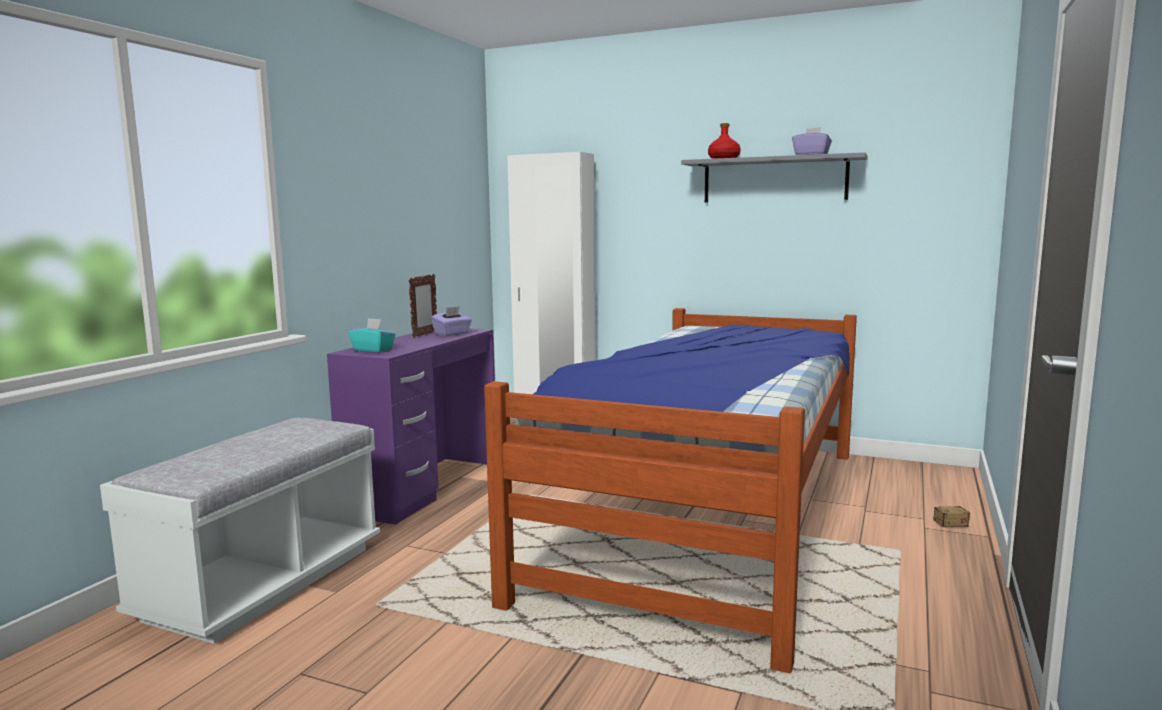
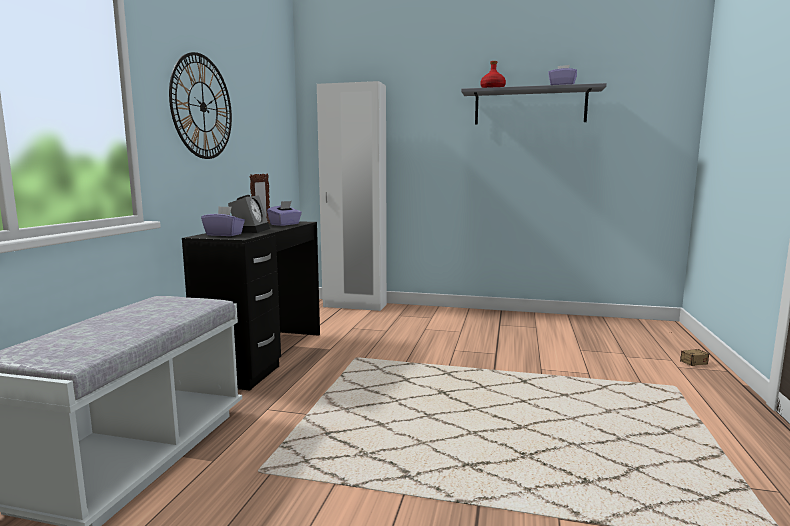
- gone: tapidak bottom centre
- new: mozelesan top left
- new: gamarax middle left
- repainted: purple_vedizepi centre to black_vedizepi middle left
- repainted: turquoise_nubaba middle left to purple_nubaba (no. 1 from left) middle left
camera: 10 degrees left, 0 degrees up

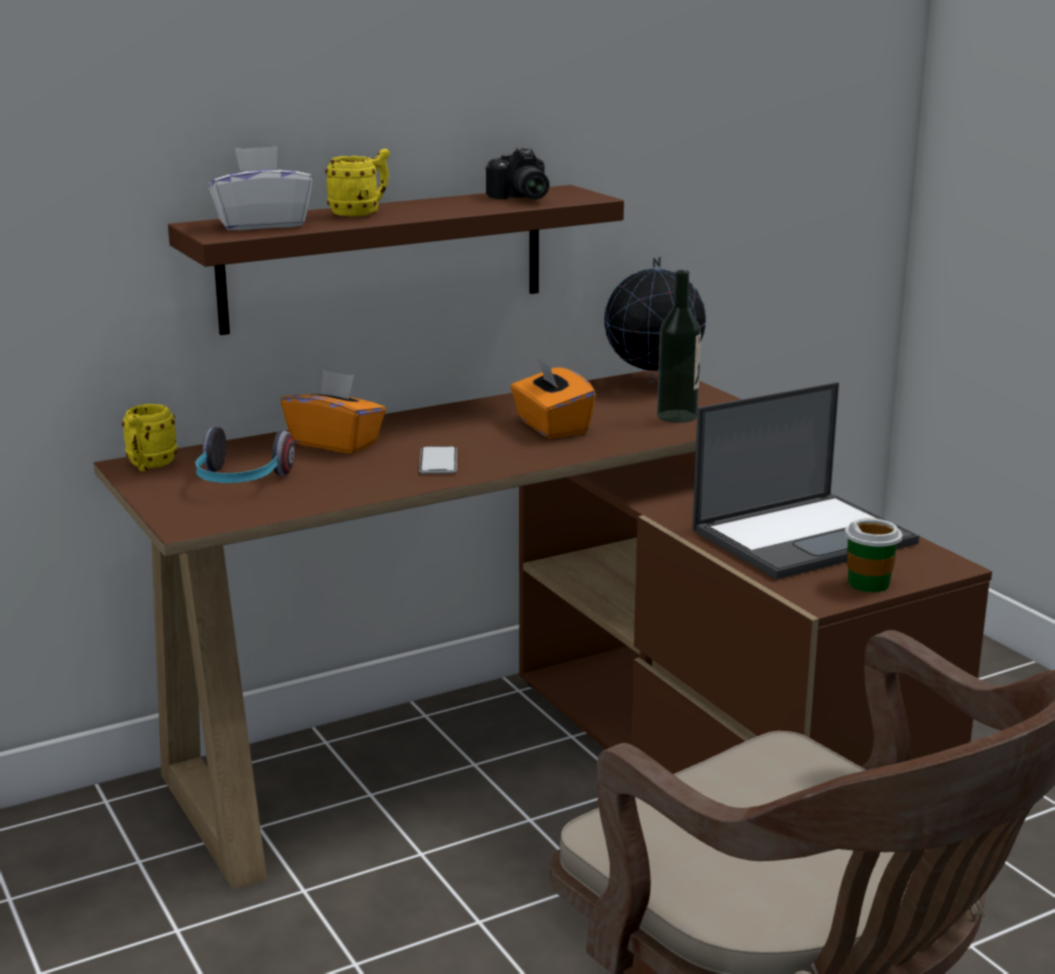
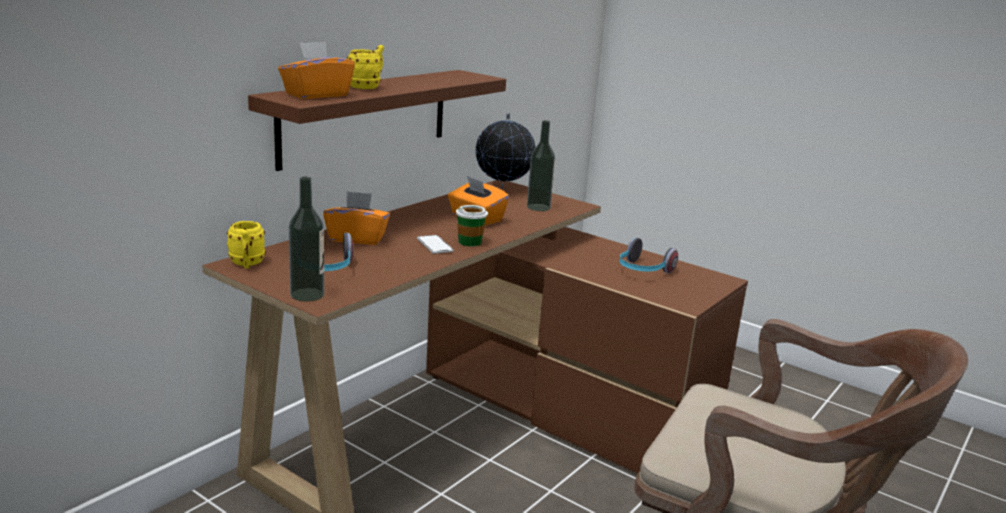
- gone: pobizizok top centre
- new: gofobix (no. 1 from left) middle left
- shifted: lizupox middle right to centre
- swapped: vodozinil middle right to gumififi (no. 2 from left) centre
- repainted: white_nubaba top left to orange_nubaba (no. 1 from left) top left
camera: 25 degrees left, 0 degrees up

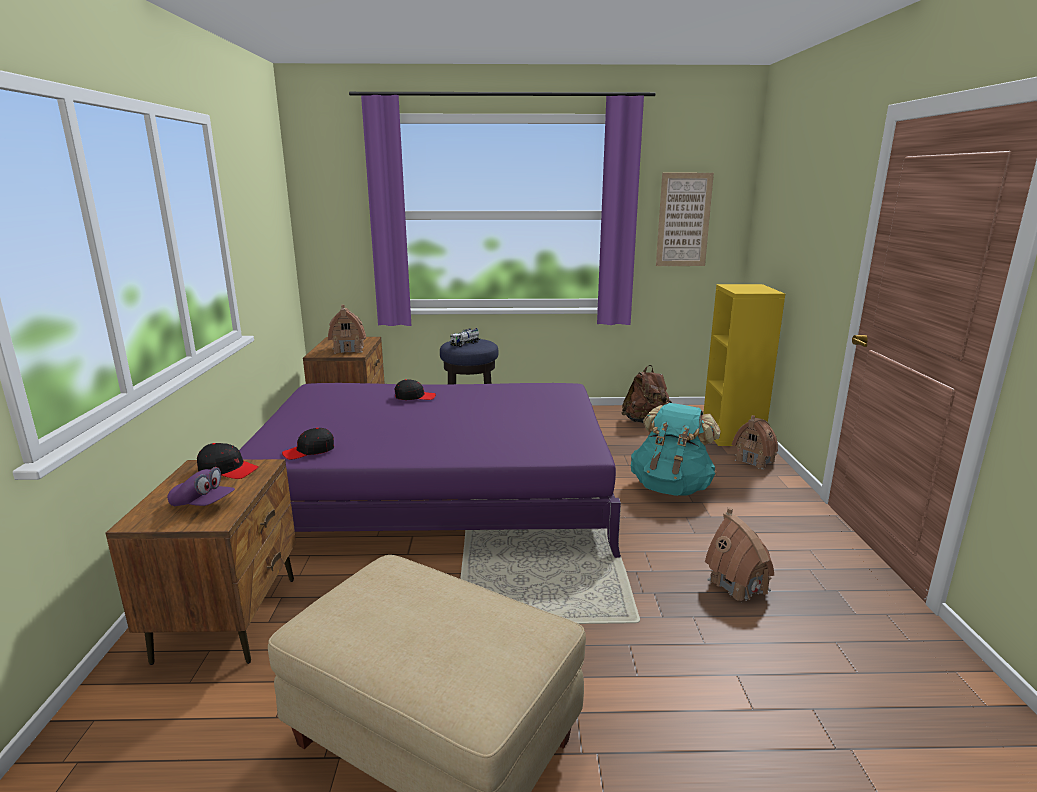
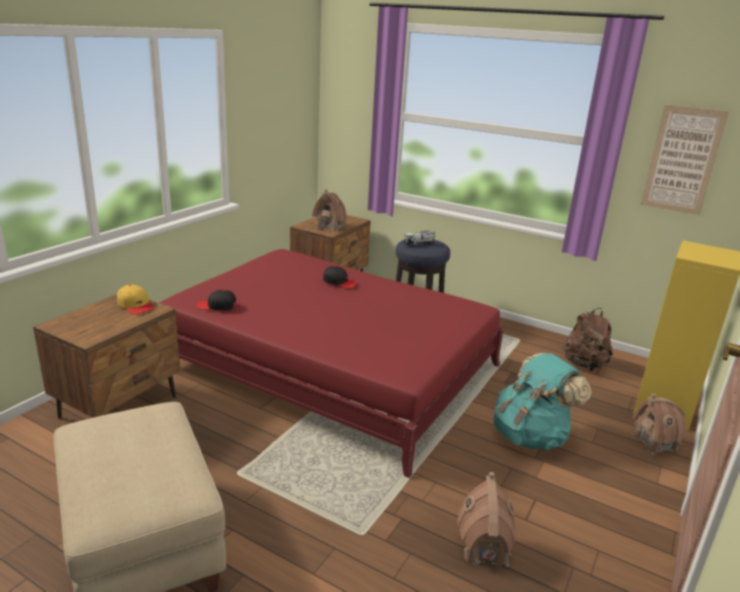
- gone: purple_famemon middle left
- repainted: black_famemon (no. 1 from left) middle left to yellow_famemon middle left
- repainted: purple_tapidak centre to red_tapidak centre
camera: 30 degrees right, 5 degrees up

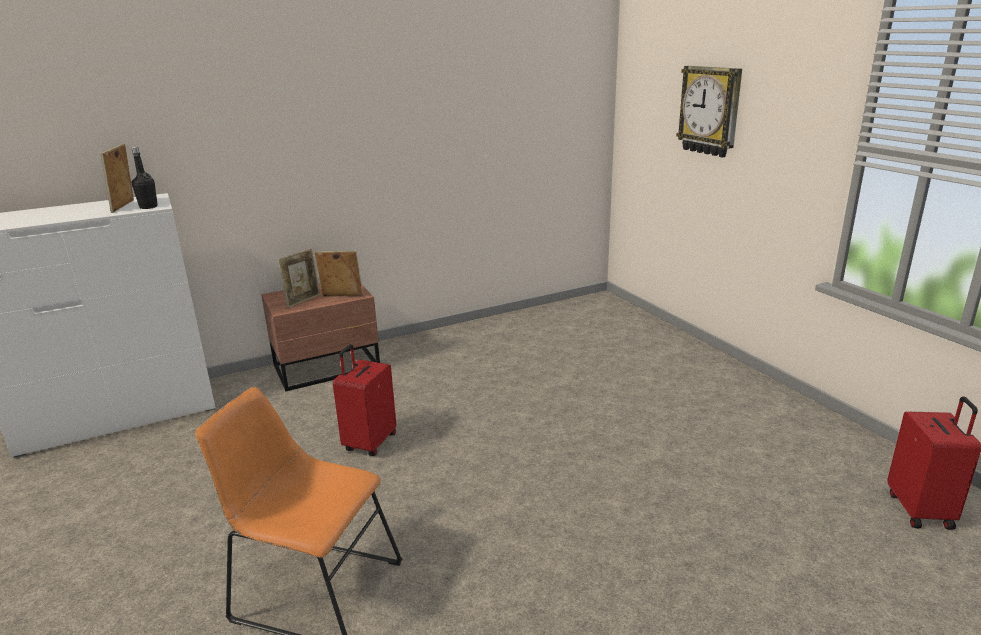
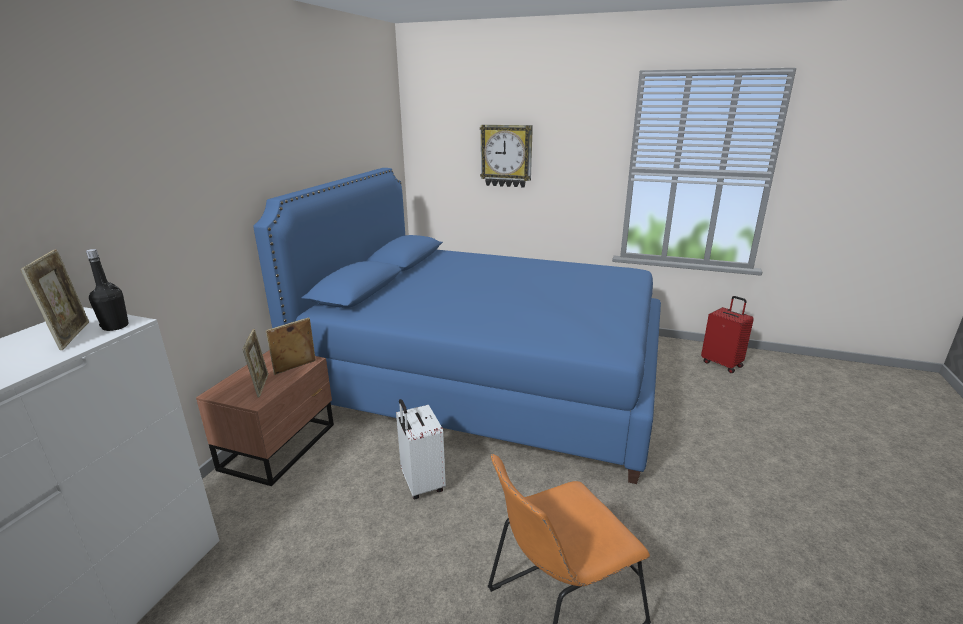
- new: blue_tapidak centre
- repainted: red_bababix (no. 1 from left) centre to white_bababix bottom centre
- rotated: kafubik (no. 1 from left) top left = middle left 150 degrees counterclockwise
camera: 45 degrees left, 0 degrees up

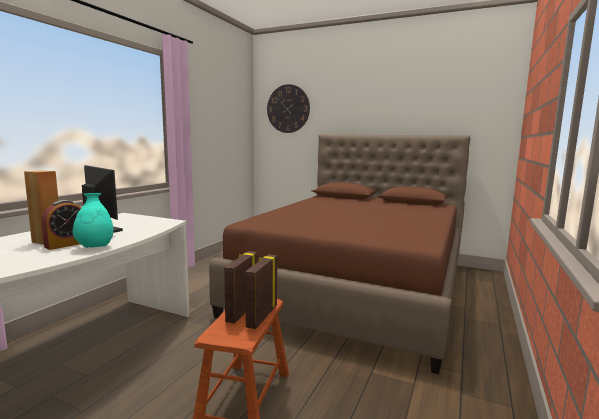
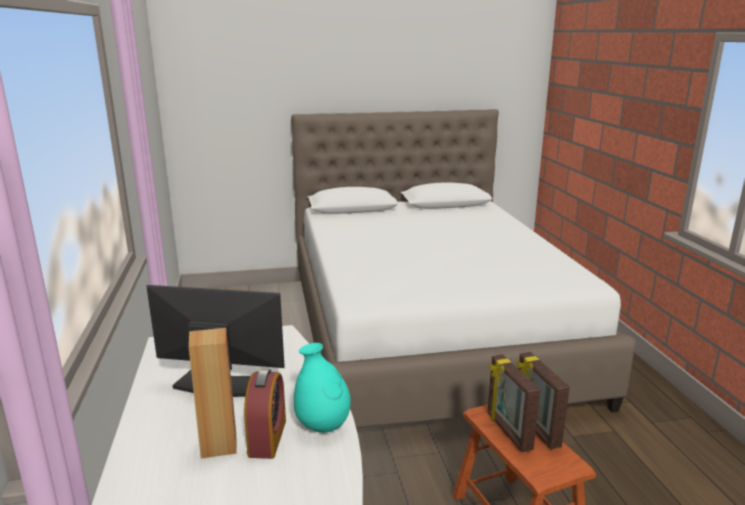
- gone: mozelesan top centre
- repainted: brown_tapidak centre to white_tapidak centre
camera: 35 degrees left, 10 degrees up

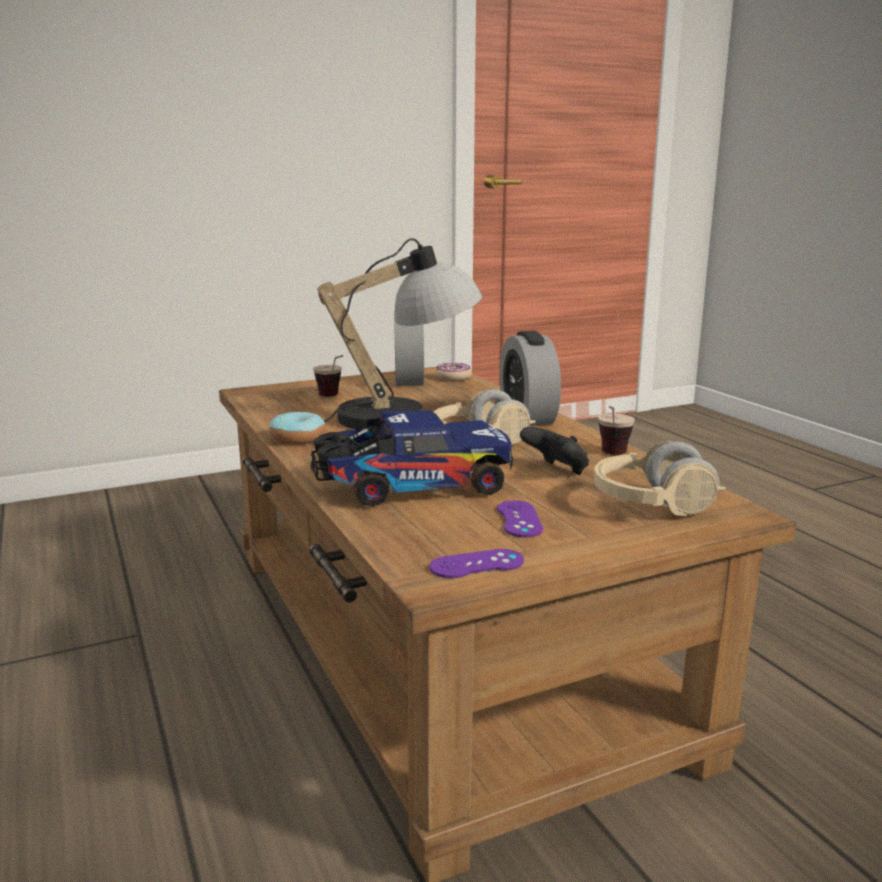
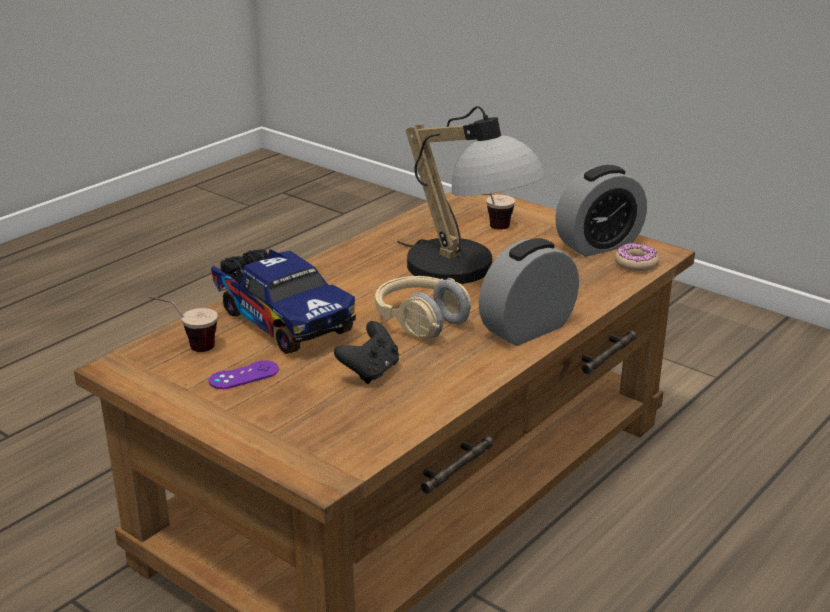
- gone: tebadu (no. 1 from left) centre
- gone: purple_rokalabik (no. 1 from left) centre
- gone: beige_gumififi (no. 2 from left) middle right
- shifted: lizupox (no. 2 from left in the first image) middle right to lizupox (no. 1 from left) middle left
camera: 65 degrees right, 10 degrees up

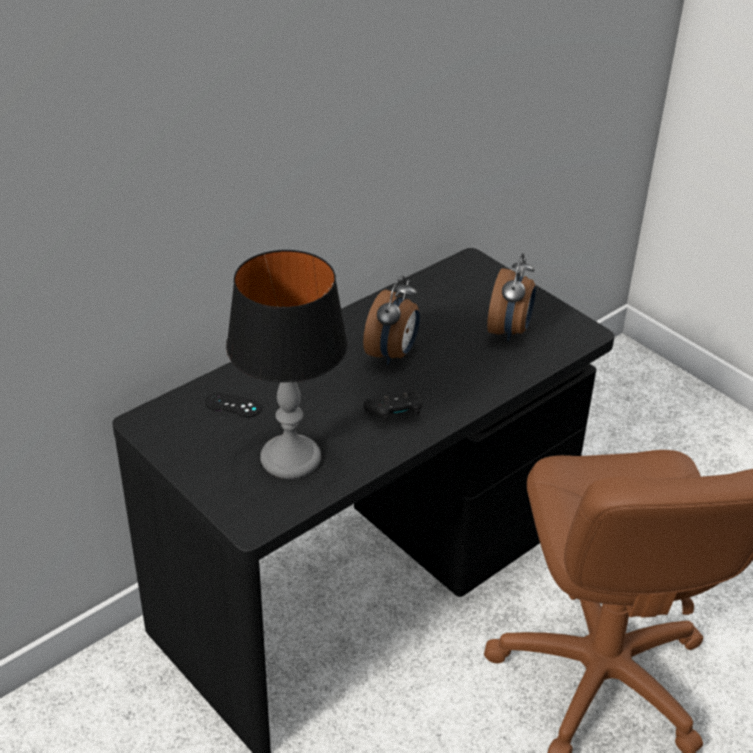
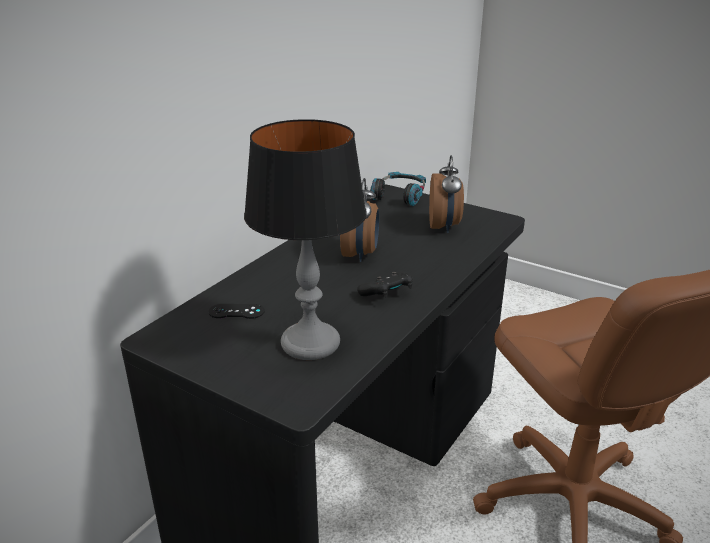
- new: gumififi centre
camera: 15 degrees left, 10 degrees down

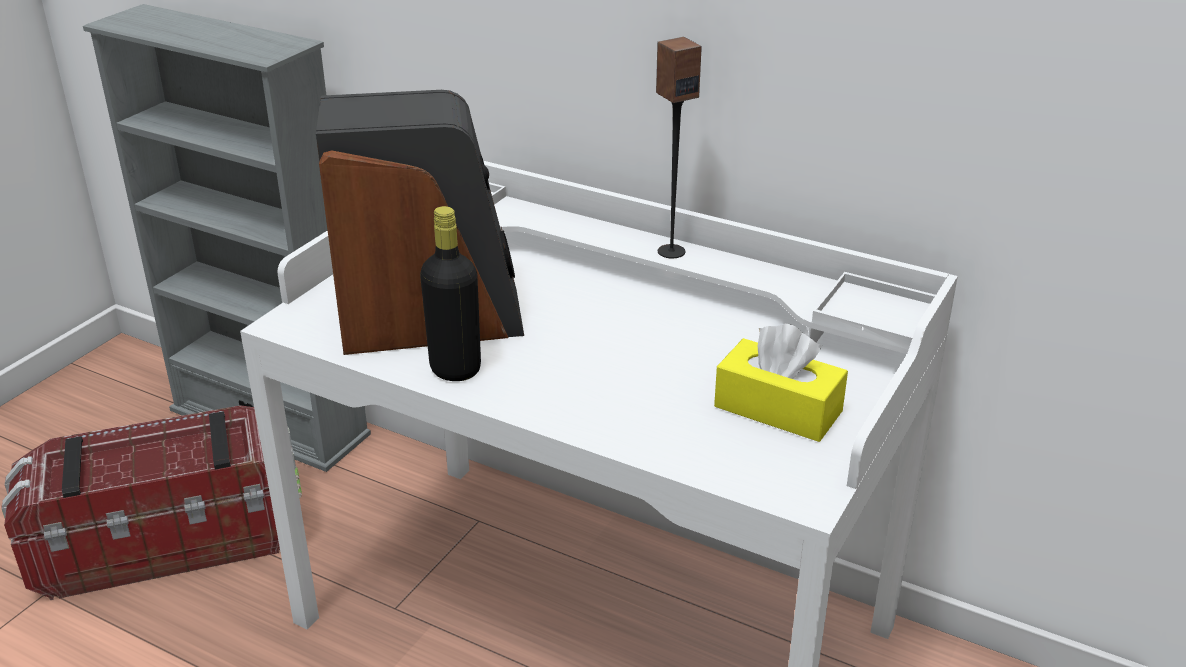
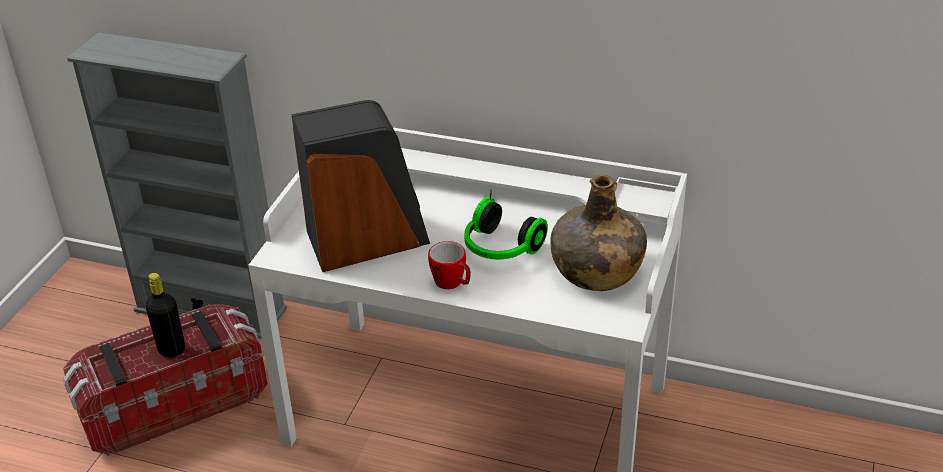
- gone: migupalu (no. 2 from left) top centre
- new: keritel centre
- new: gumififi centre
- shifted: black_gofobix centre to bottom left
- swapped: yellow_nubaba centre to green_gofobix centre
camera: 10 degrees left, 5 degrees up

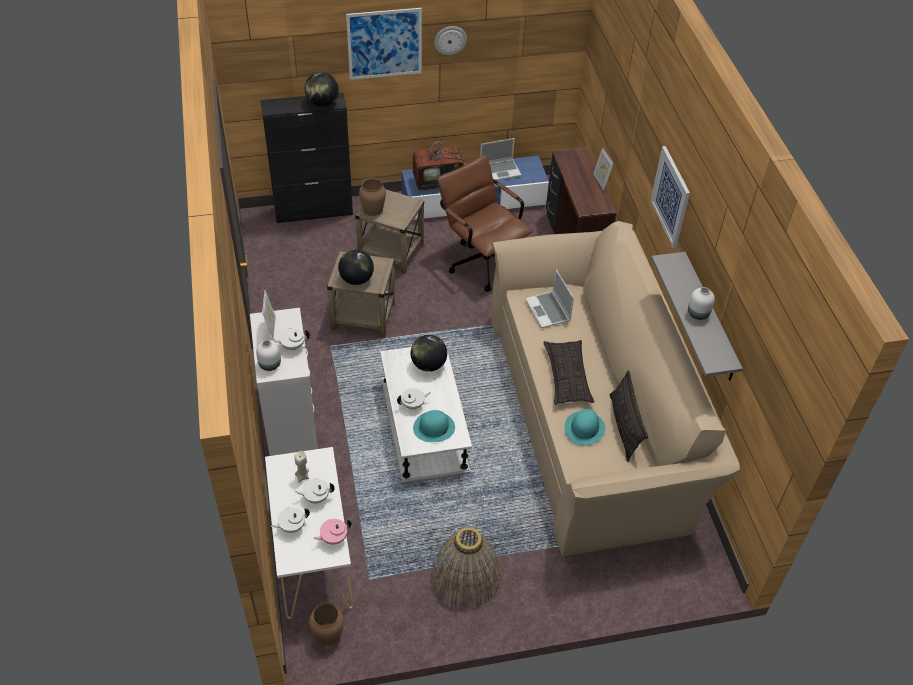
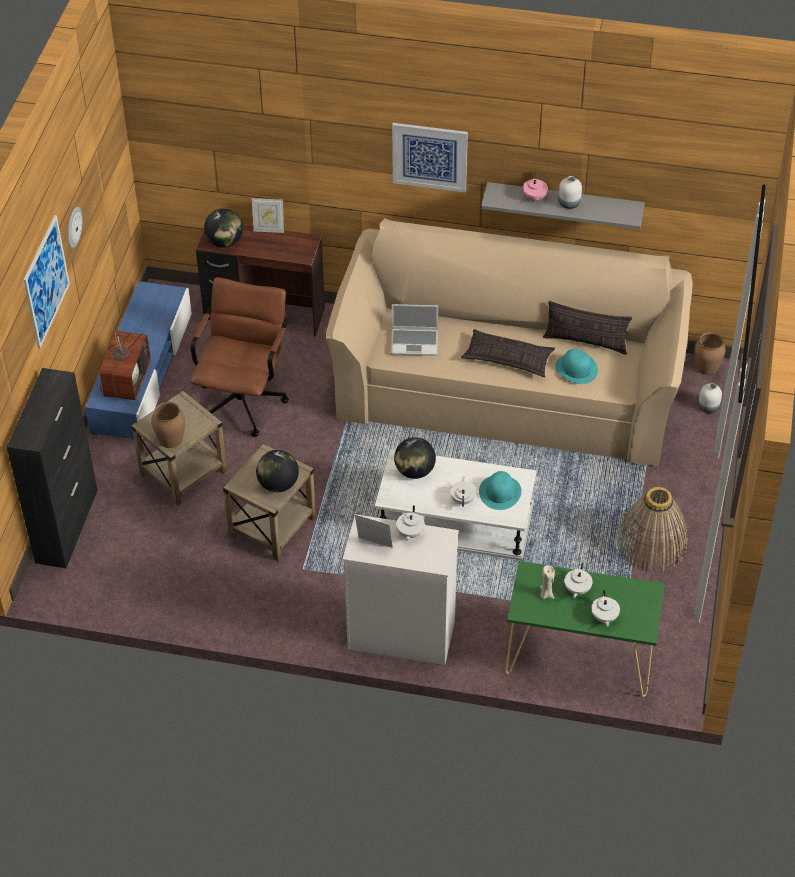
- gone: vodozinil (no. 1 from left) top centre
- shifted: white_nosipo (no. 1 from left in the first image) middle left to white_nosipo (no. 2 from left) middle right
- shifted: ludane (no. 1 from left) top centre to top left
- shifted: brown_nosipo (no. 1 from left in the first image) bottom centre to brown_nosipo (no. 2 from left) middle right
- shifted: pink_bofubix bottom centre to top right
- repainted: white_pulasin bottom centre to green_pulasin bottom right
- rotated: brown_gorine top centre = middle left 120 degrees clockwise
camera: 65 degrees left, 0 degrees up

